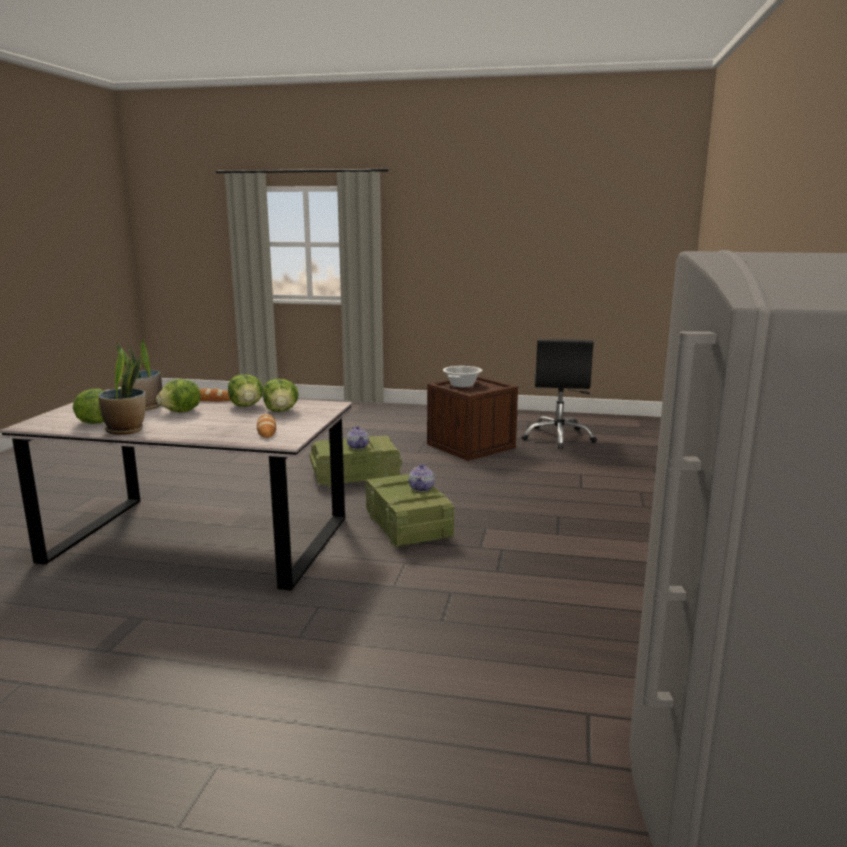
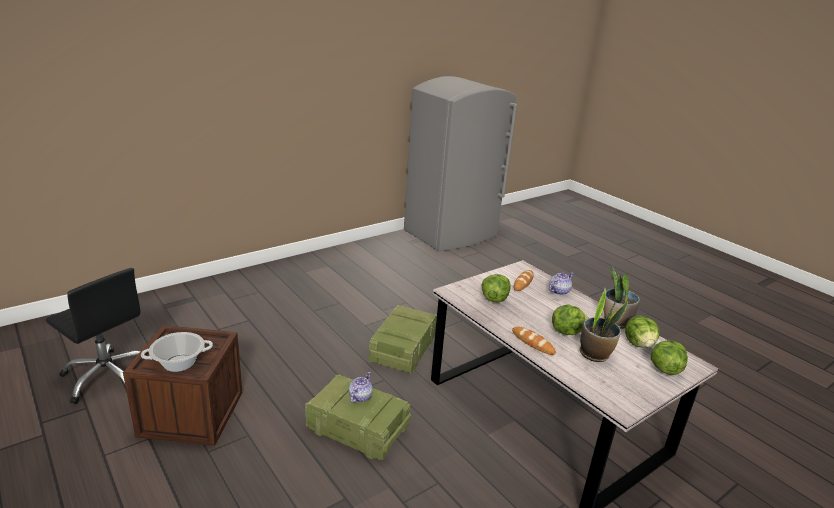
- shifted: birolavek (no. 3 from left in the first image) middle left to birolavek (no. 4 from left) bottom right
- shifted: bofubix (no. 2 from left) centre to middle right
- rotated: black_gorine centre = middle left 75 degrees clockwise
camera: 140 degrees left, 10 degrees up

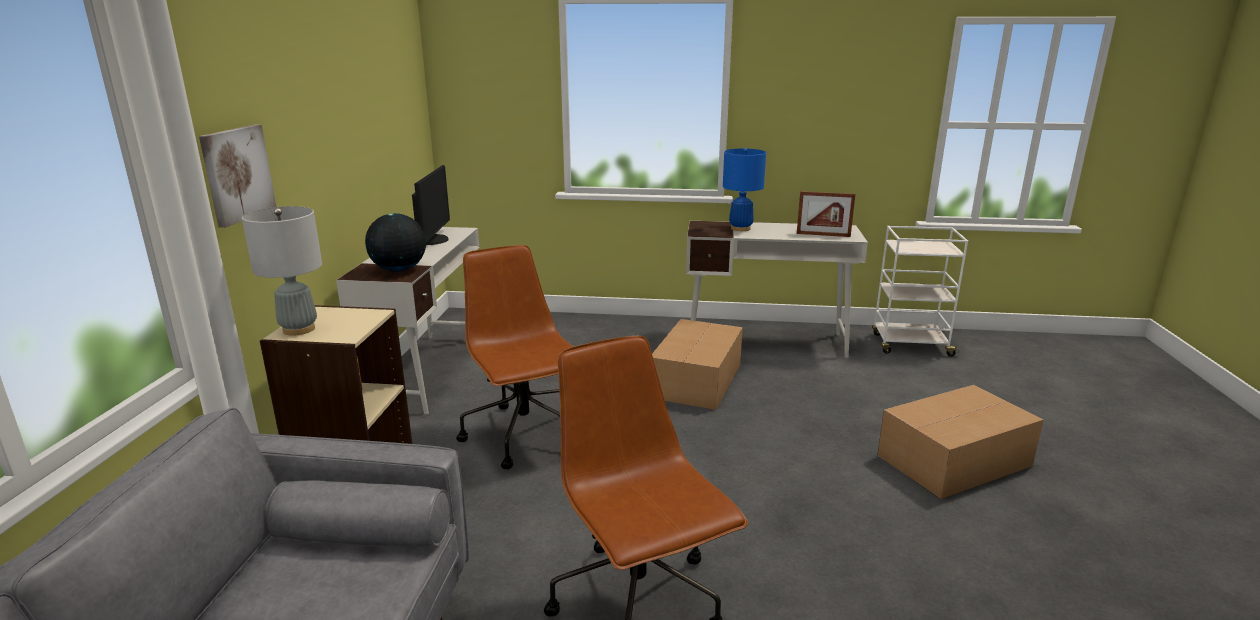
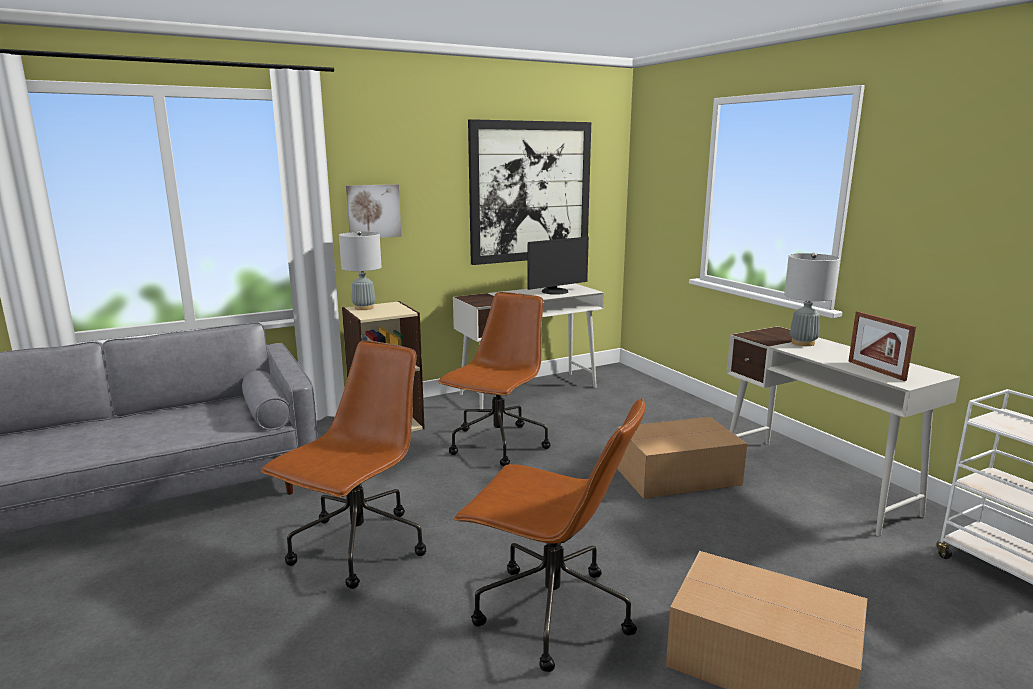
- gone: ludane middle left
- new: brown_gorine (no. 3 from left) bottom centre
- new: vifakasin (no. 2 from left) top centre
- repainted: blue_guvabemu top centre to grey_guvabemu (no. 2 from left) middle right
camera: 55 degrees right, 5 degrees down

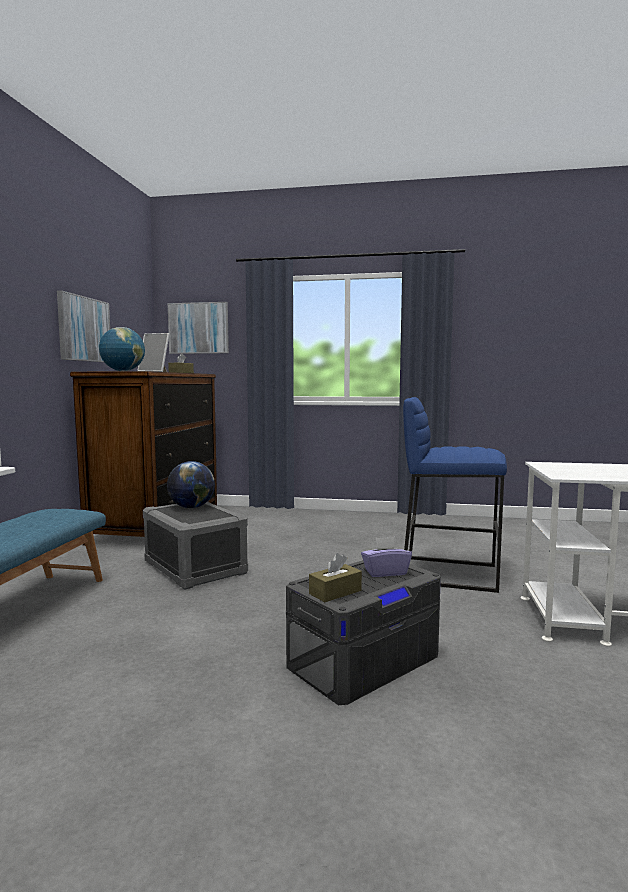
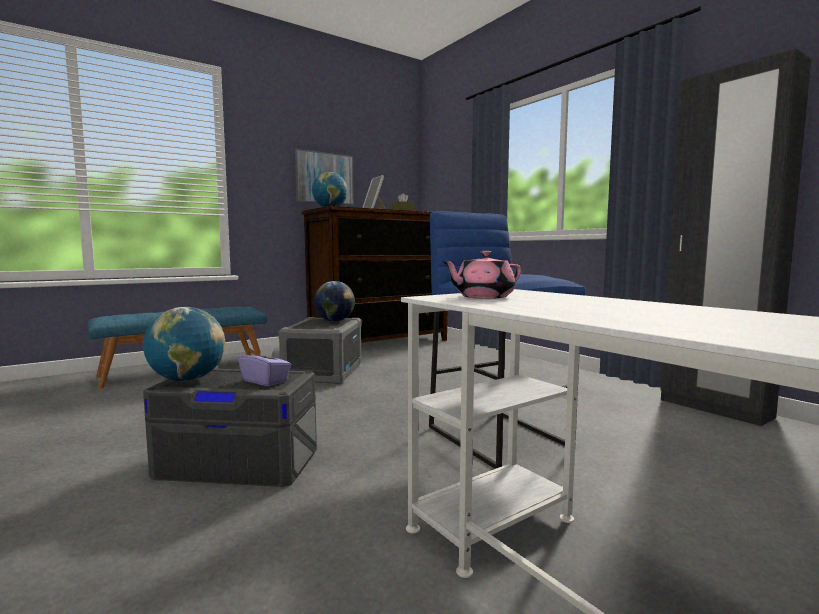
- gone: vifakasin (no. 2 from left) middle left
- new: pink_bofubix centre
- new: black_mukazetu middle right
- swapped: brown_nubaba (no. 2 from left) centre to ludane (no. 1 from left) middle left
camera: 45 degrees right, 0 degrees up

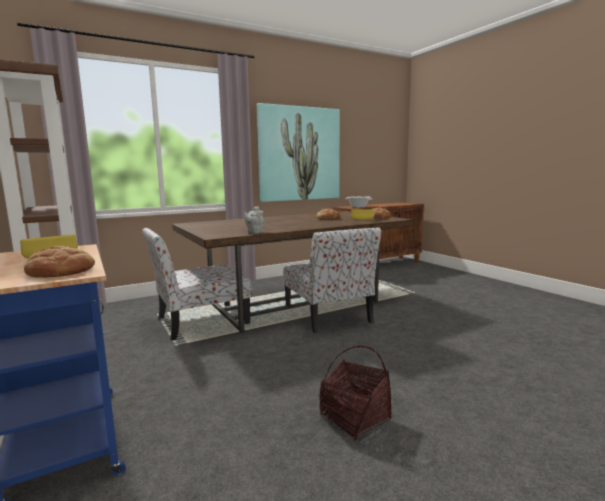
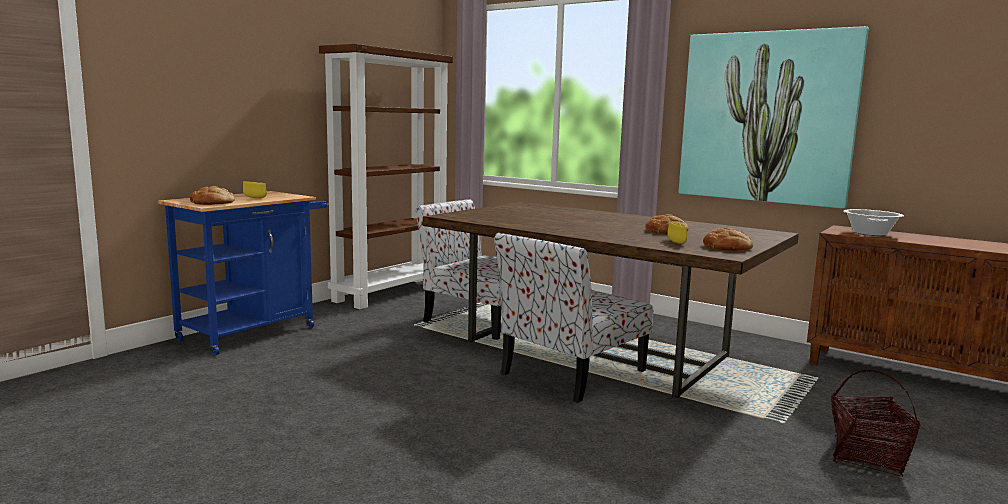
- gone: grey_bofubix centre
- shifted: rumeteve bottom centre to bottom right
camera: 65 degrees right, 0 degrees up

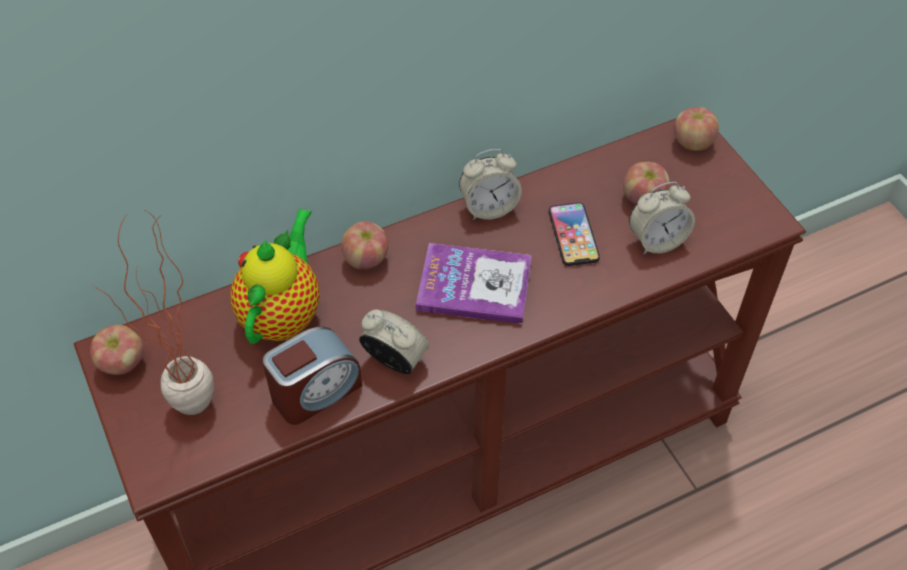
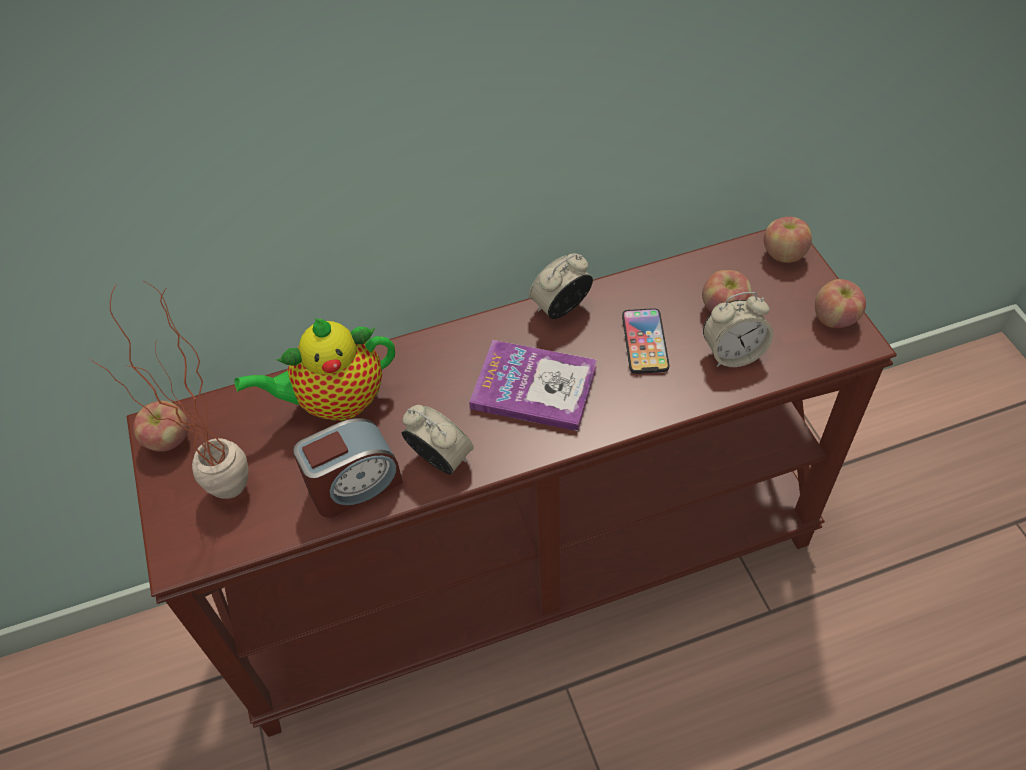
- shifted: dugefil (no. 2 from left in the first image) centre to dugefil (no. 4 from left) middle right
- rotated: bofubix middle left = middle left 135 degrees counterclockwise
- rotated: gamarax (no. 3 from left) top centre = centre 150 degrees clockwise
camera: 10 degrees right, 0 degrees up

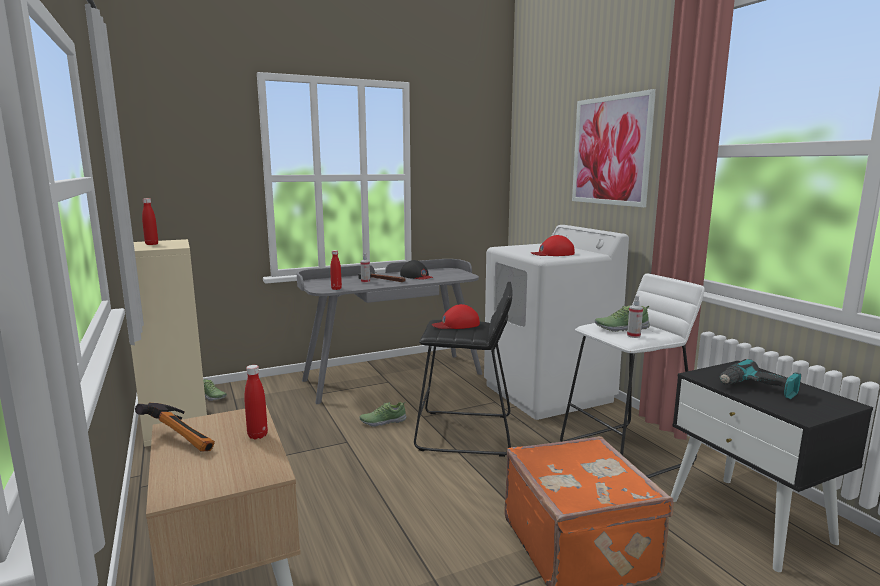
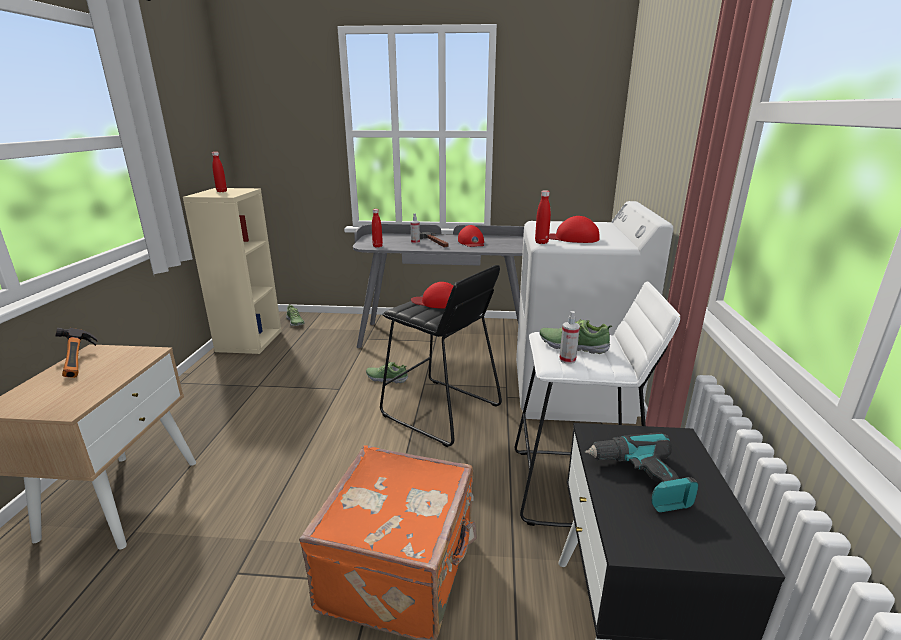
- gone: vifakasin top right
- shifted: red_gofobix (no. 2 from left in the first image) bottom left to red_gofobix (no. 3 from left) centre
- repainted: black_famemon centre to red_famemon (no. 2 from left) centre
camera: 30 degrees right, 10 degrees up

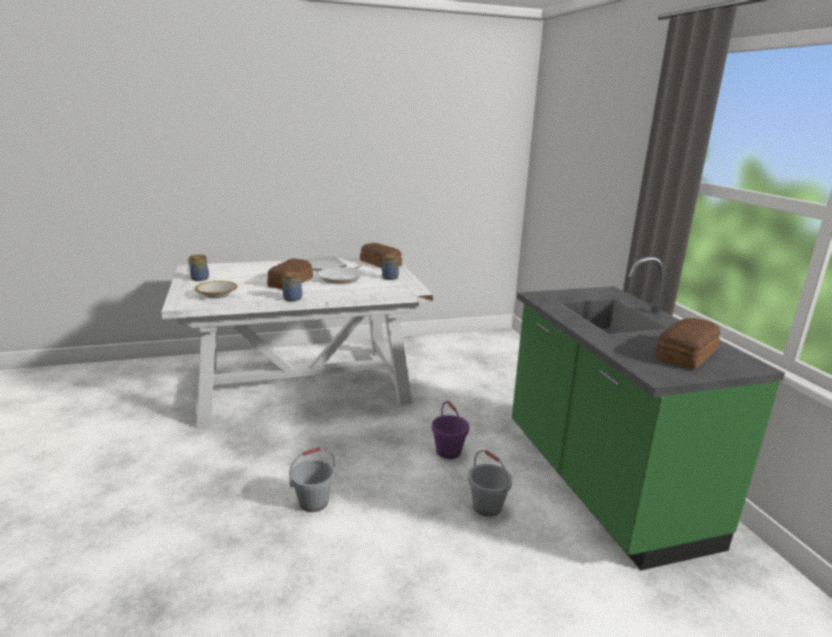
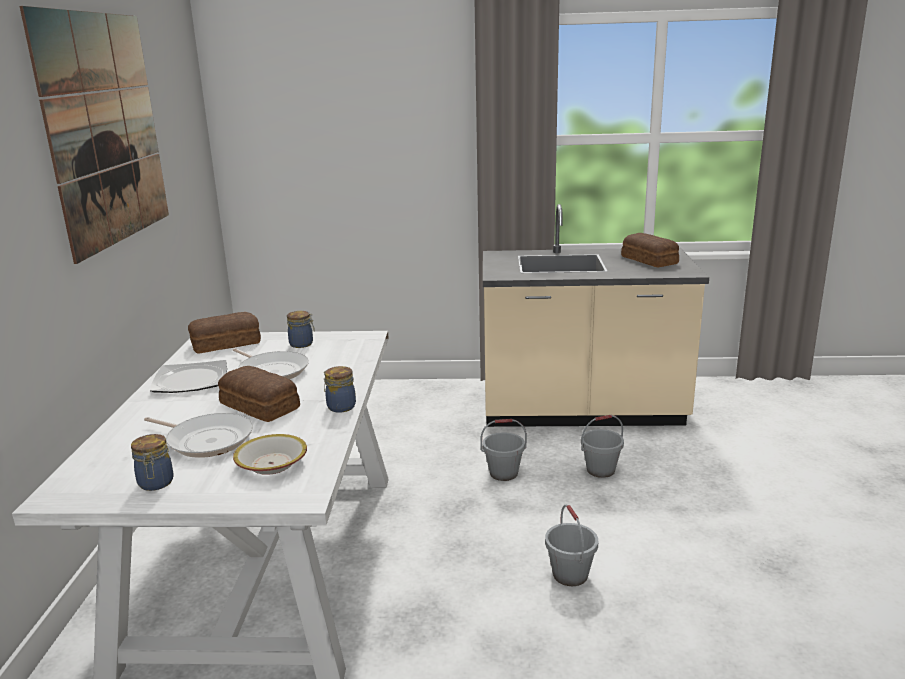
- new: vifakasin top left
- new: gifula (no. 1 from left) middle left
- repainted: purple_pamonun bottom centre to grey_pamonun (no. 1 from left) centre
- repainted: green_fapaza middle right to beige_fapaza centre
camera: 70 degrees left, 0 degrees up

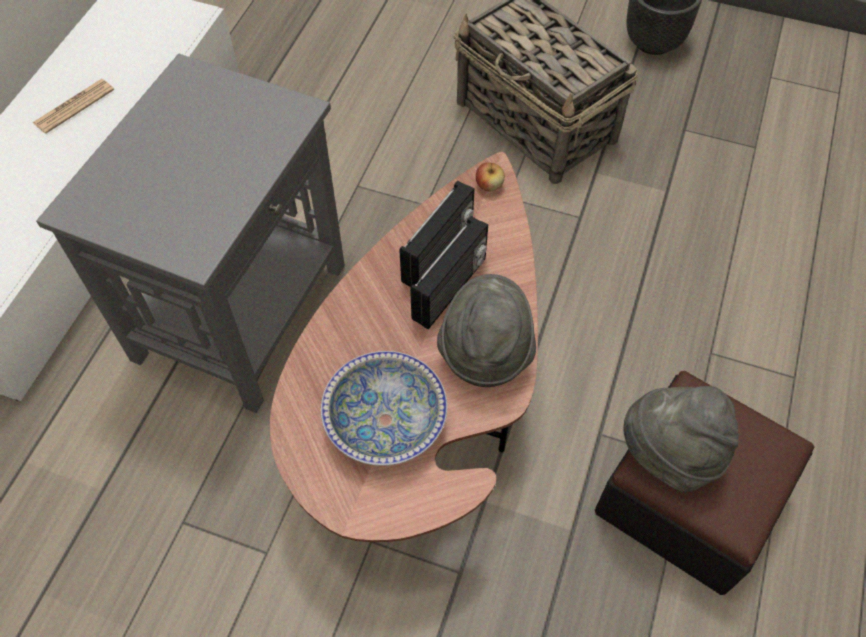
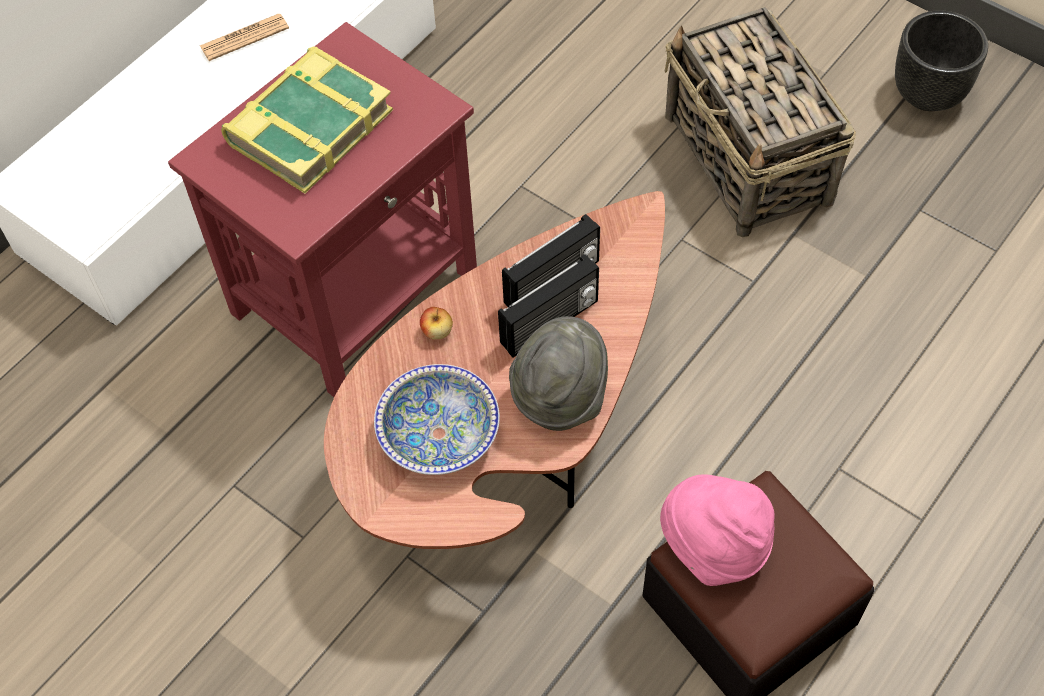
- new: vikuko top left
- shifted: dugefil top centre to centre
- repainted: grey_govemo middle left to red_govemo top left
- repainted: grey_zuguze (no. 2 from left) bottom right to pink_zuguze bottom right
camera: 20 degrees right, 0 degrees up

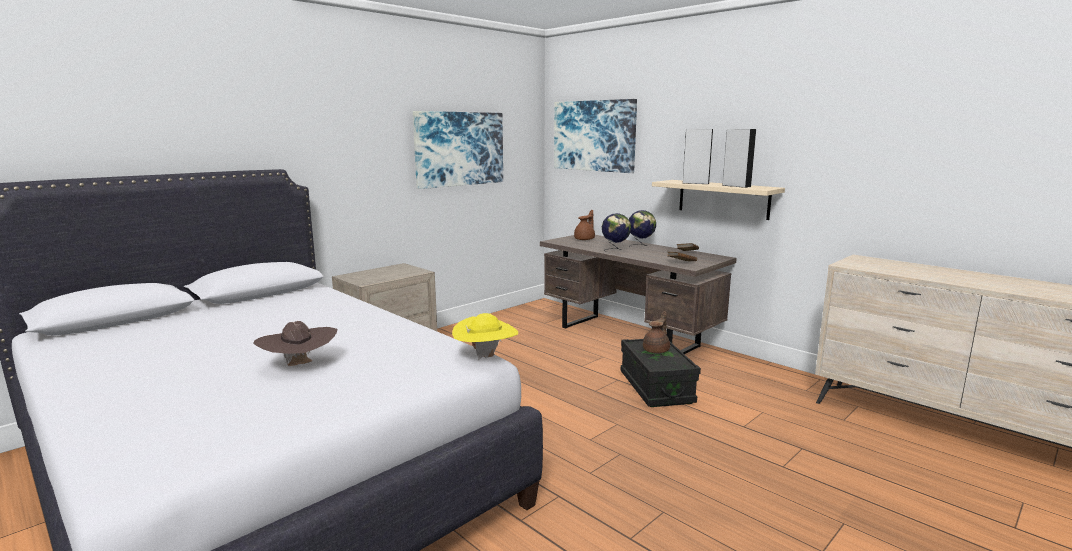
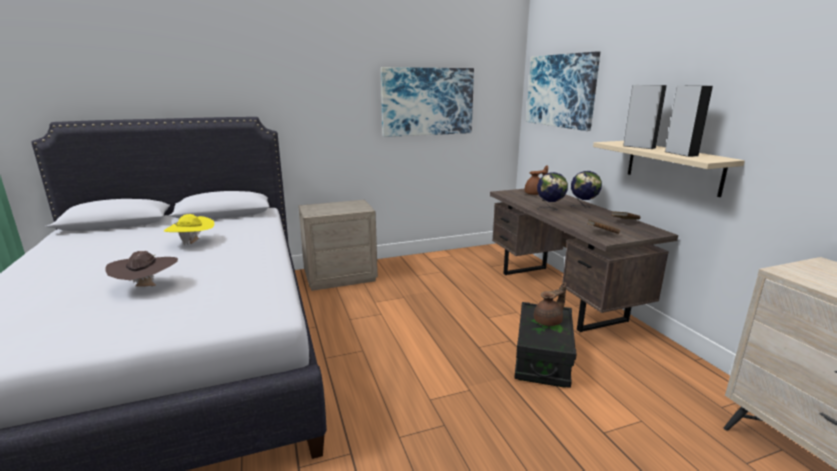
- shifted: yellow_zuguze centre to middle left
camera: 25 degrees right, 5 degrees up

